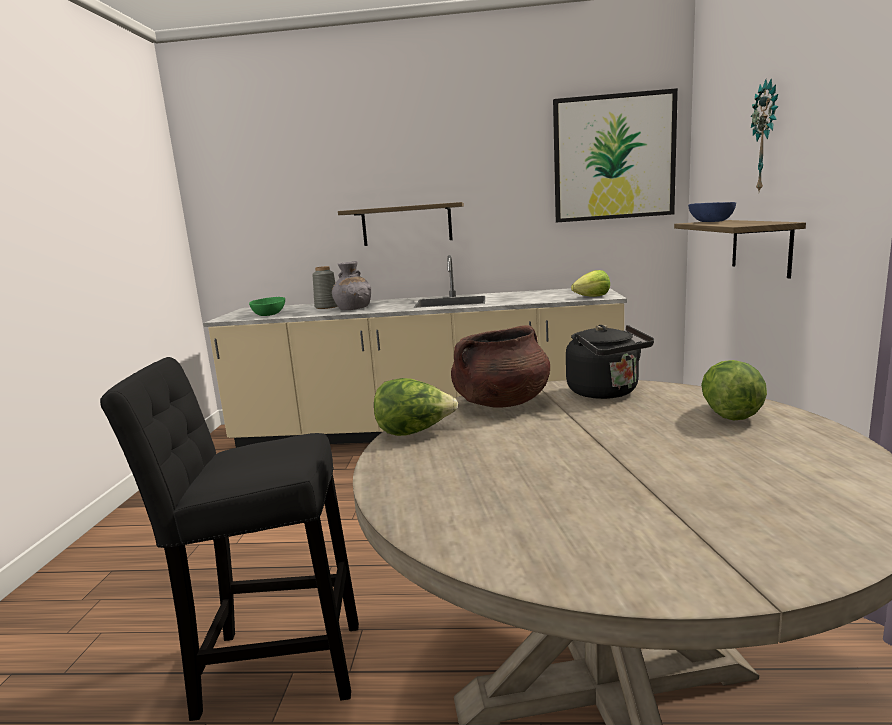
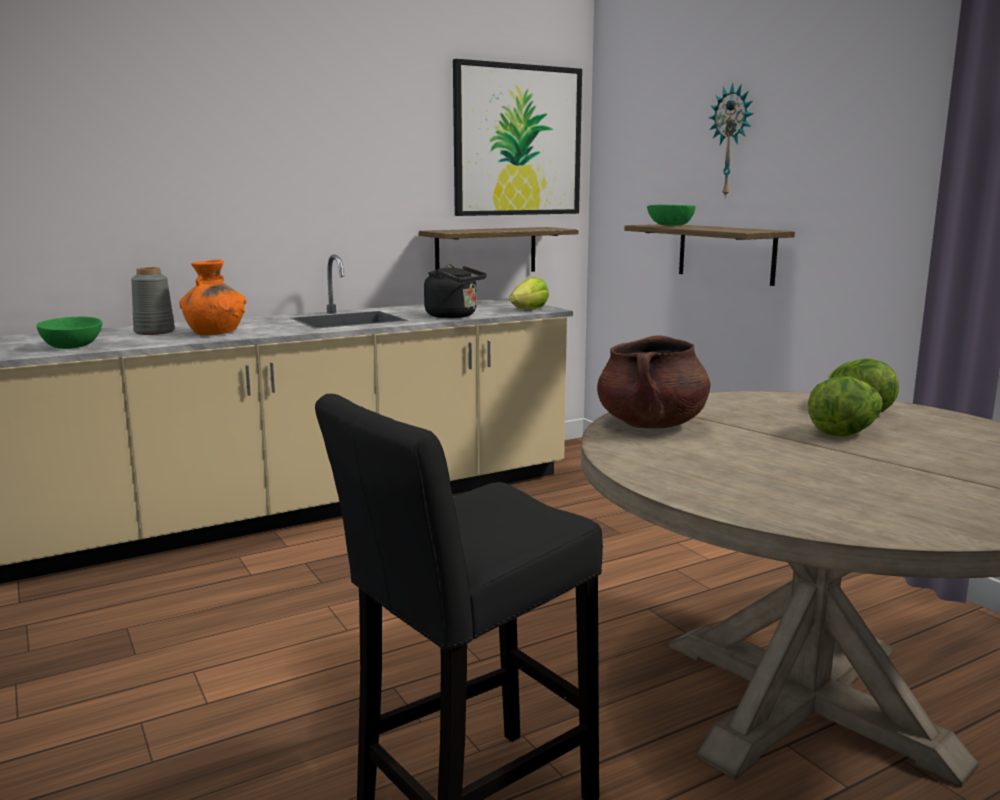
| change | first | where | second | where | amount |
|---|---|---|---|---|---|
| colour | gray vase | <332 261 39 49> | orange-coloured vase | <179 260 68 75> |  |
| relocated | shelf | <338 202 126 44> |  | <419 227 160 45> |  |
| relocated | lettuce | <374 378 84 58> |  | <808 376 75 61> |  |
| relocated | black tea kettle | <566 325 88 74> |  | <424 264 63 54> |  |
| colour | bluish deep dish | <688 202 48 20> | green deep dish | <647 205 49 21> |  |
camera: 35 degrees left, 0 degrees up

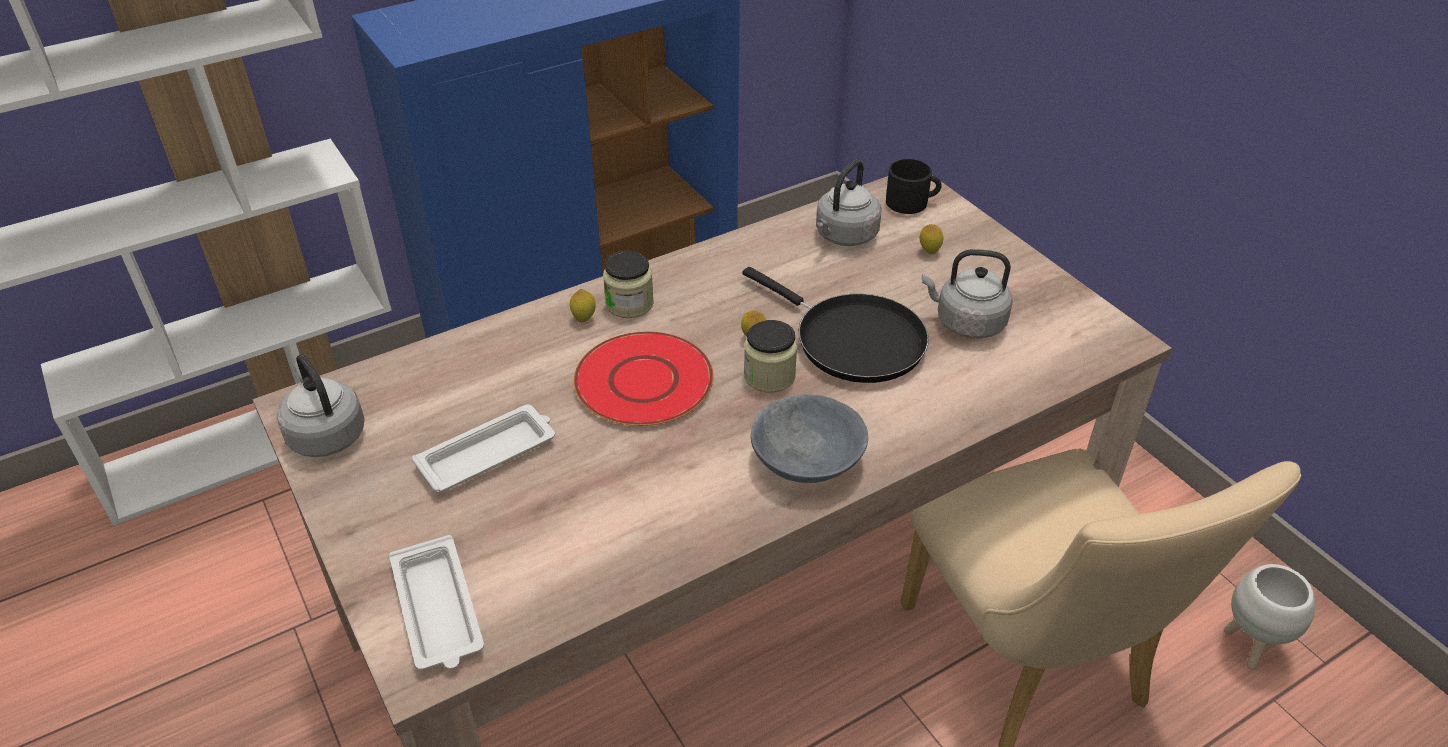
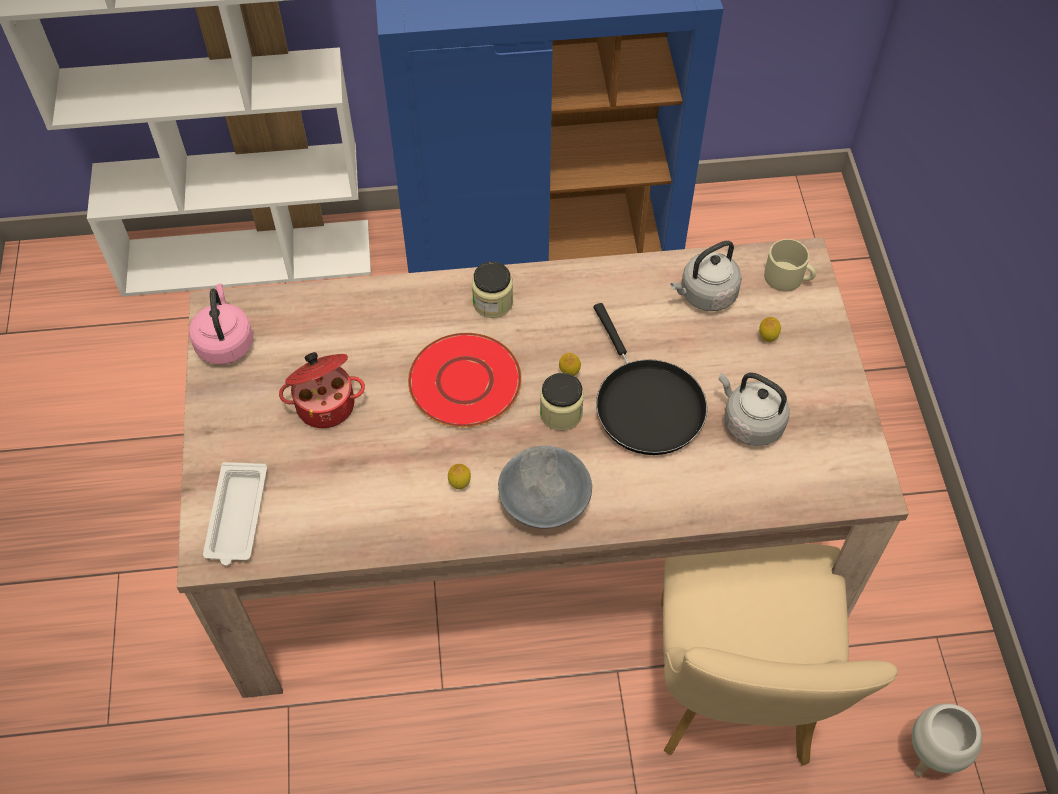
| change | first | where | second | where | amount |
|---|---|---|---|---|---|
| colour | gray tea kettle | <277 354 88 103> | pink-coloured tea kettle | <189 284 64 81> |  |
| exchanged | white tray | <412 405 143 87> | stockpot | <279 352 86 76> |  |
| relocated | whole lemon | <570 289 26 33> |  | <448 464 23 25> |  |
| colour | black mug | <886 159 56 55> | sand-coloured mug | <764 239 52 53> |  |
camera: 25 degrees right, 15 degrees up

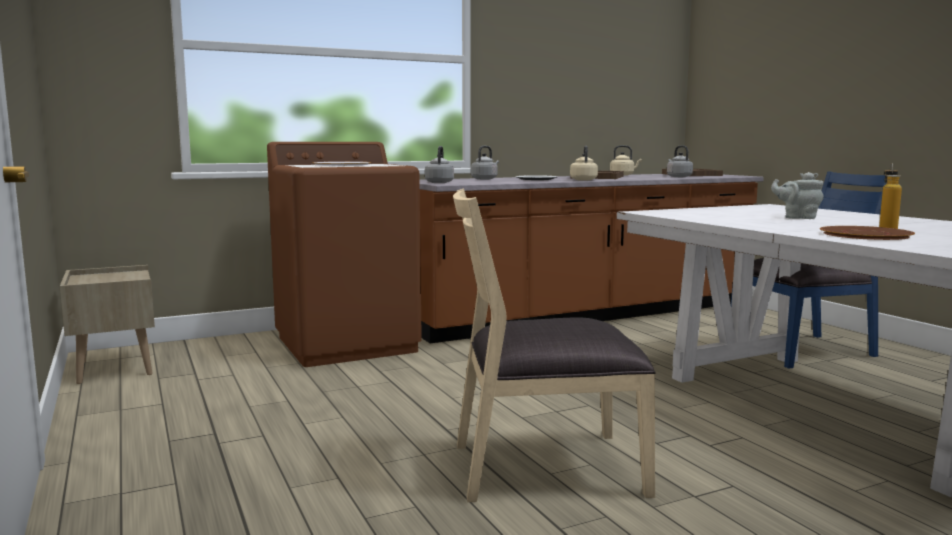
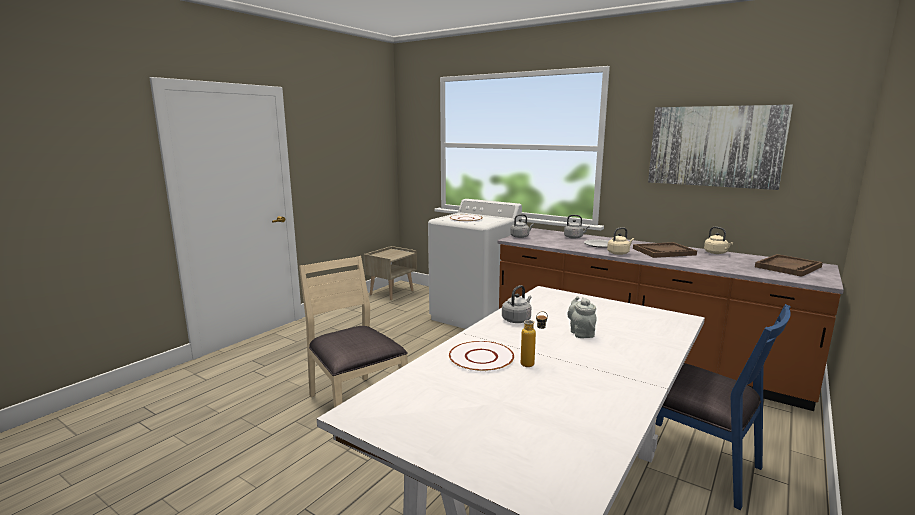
| change | first | where | second | where | amount |
|---|---|---|---|---|---|
| colour | brownish laundry appliance | <267 142 155 225> | white laundry appliance | <428 199 94 130> |  |
| relocated | gray tea kettle | <667 145 26 32> |  | <502 285 30 38> |  |
| colour | brownish plate | <820 226 95 14> | white plate | <449 341 65 31> |  |
| appeared |  |  | wall picture | <648 105 145 85> |  |
camera: 60 degrees right, 5 degrees up

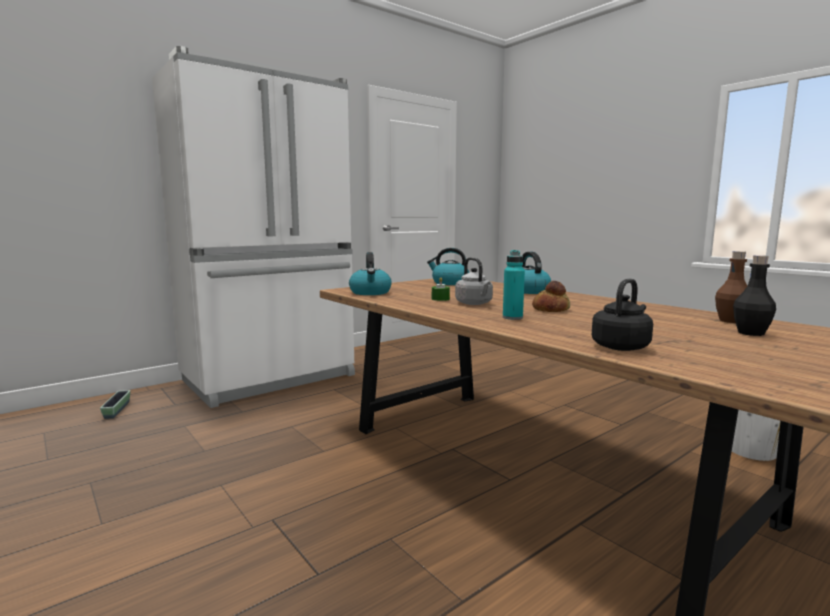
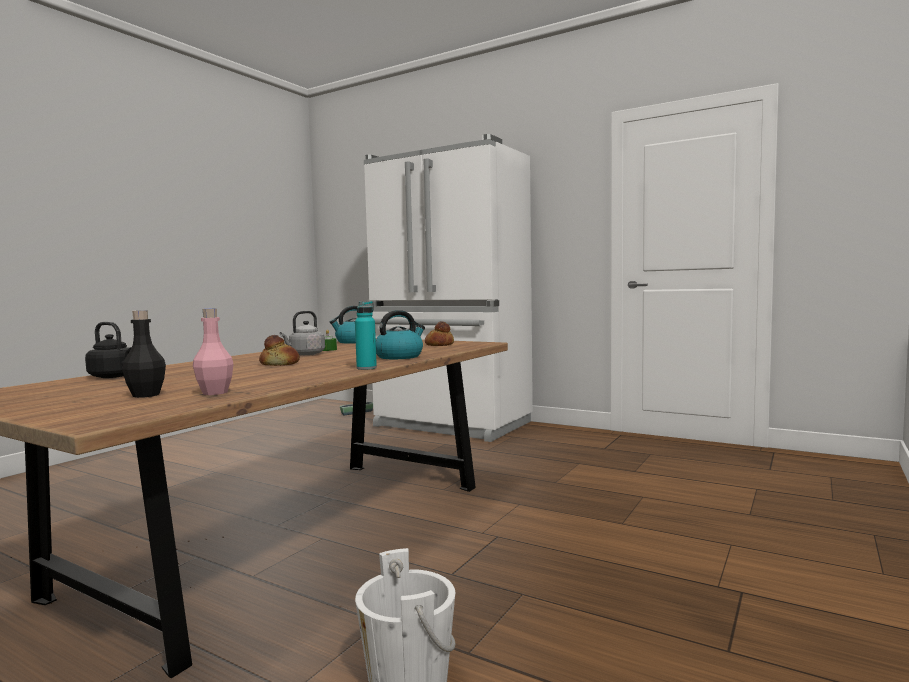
| change | first | where | second | where | amount |
|---|---|---|---|---|---|
| exchanged | tea kettle | <427 248 42 37> | baked bread | <425 322 29 24> |  |
| relocated | blue-green bottle | <503 250 22 70> |  | <355 301 22 69> |  |
| colour | brownish bottle | <715 251 32 72> | pink-coloured bottle | <193 308 40 87> |  |
camera: 70 degrees right, 5 degrees down

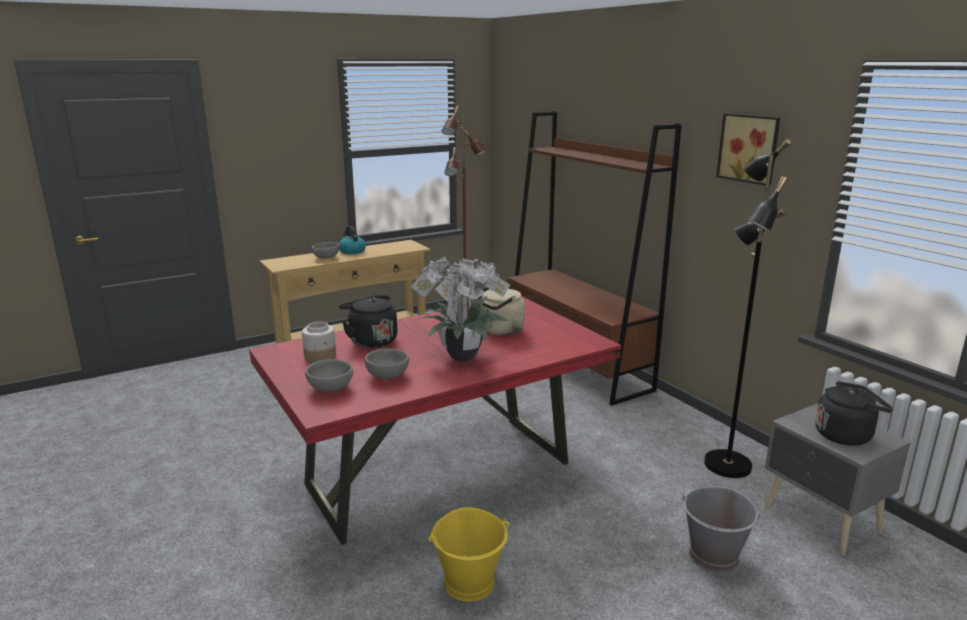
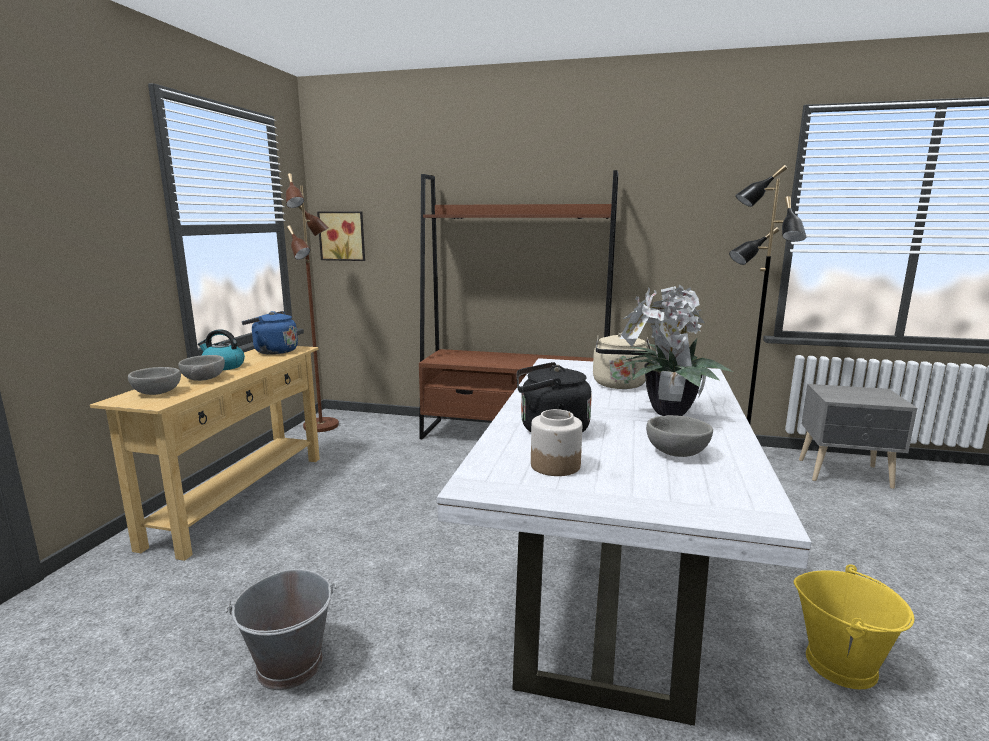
| change | first | where | second | where | amount |
|---|---|---|---|---|---|
| colour | red dinner table | <249 296 372 249> | white dinner table | <437 358 374 368> |  |
| relocated | gray deep dish | <305 359 48 33> |  | <128 367 53 28> |  |
| relocated | gray pail | <680 487 83 86> |  | <225 569 112 121> |  |
| relocated | wall picture | <716 114 64 72> |  | <317 212 48 49> |  |
| missing | black tea kettle | <815 381 78 65> |  |  |  |
| appeared |  |  | bluish tea kettle | <242 311 56 44> |  |
camera: 45 degrees left, 5 degrees down

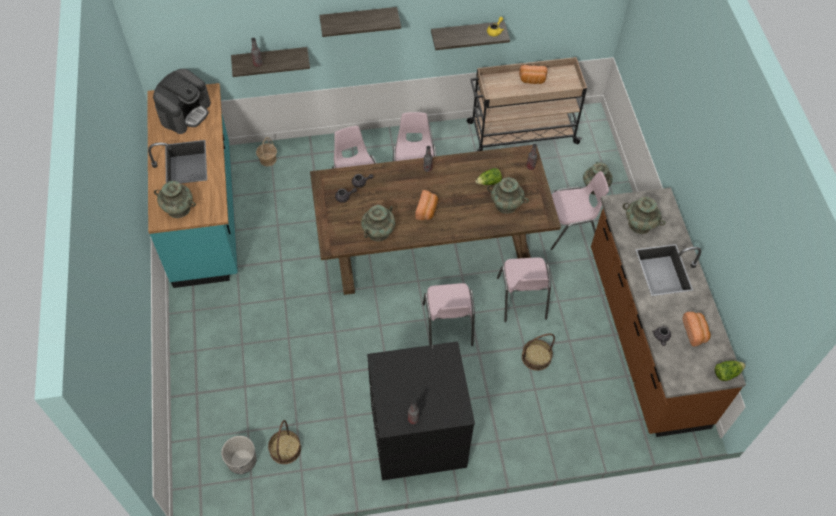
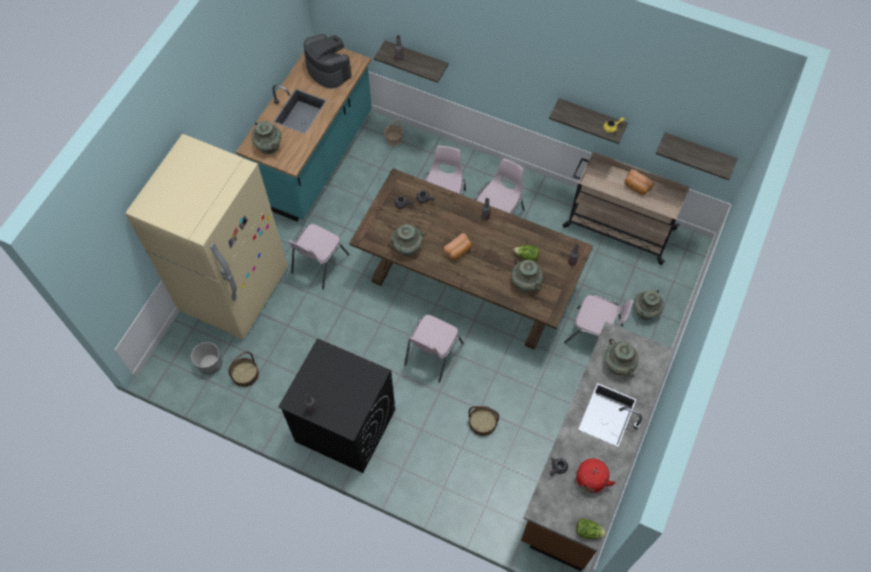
| change | first | where | second | where | amount |
|---|---|---|---|---|---|
| spun | coffee brewer | <153 69 58 65> |  | <304 34 48 54> | 105 degrees counterclockwise |
| relocated | shelf | <319 7 82 30> |  | <656 132 82 48> |  |
| relocated | pink-coloured plain chair | <497 257 54 65> |  | <289 224 61 66> |  |
| exchanged | baked bread | <683 312 28 34> | red tea kettle | <574 458 42 36> |  |
| appeared |  |  | sand-coloured refrigerator | <126 134 162 205> |  |
camera: 35 degrees right, 5 degrees up

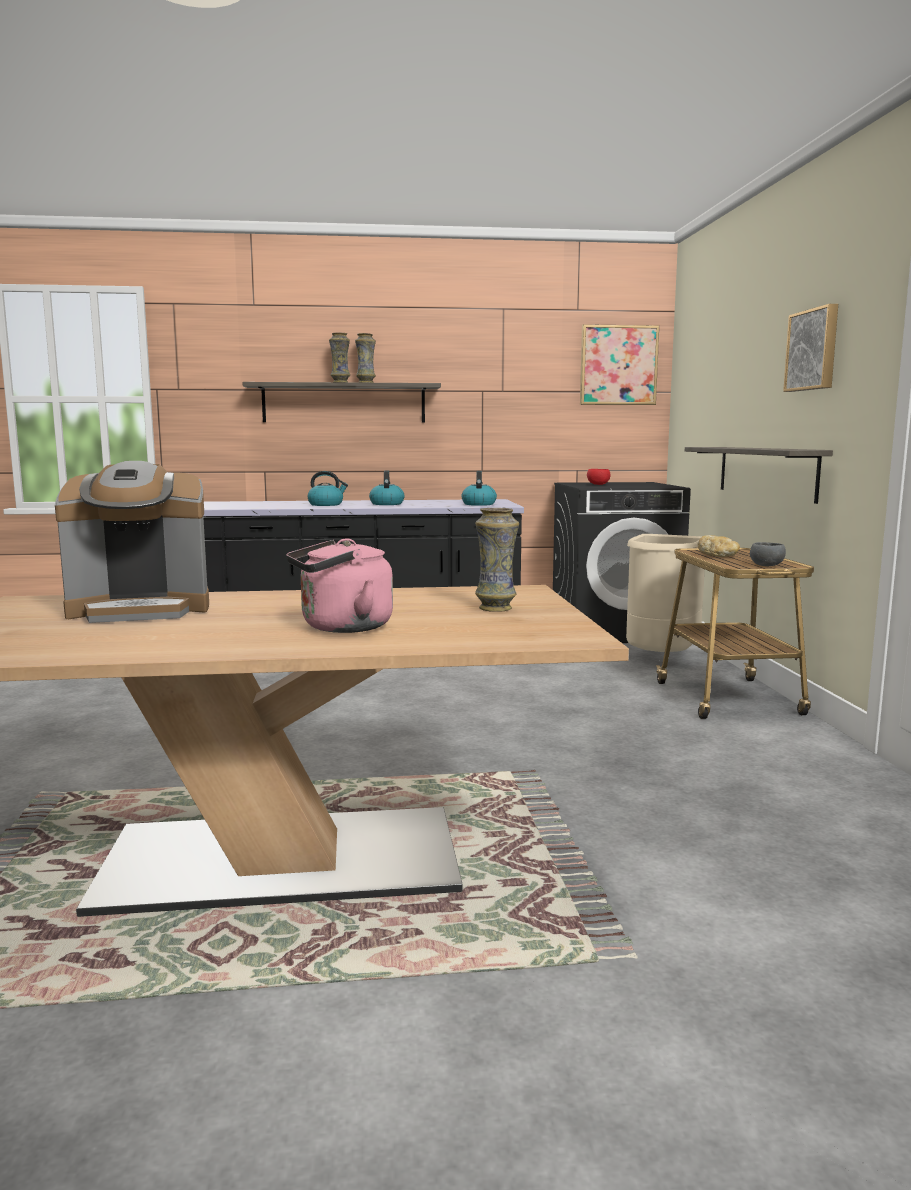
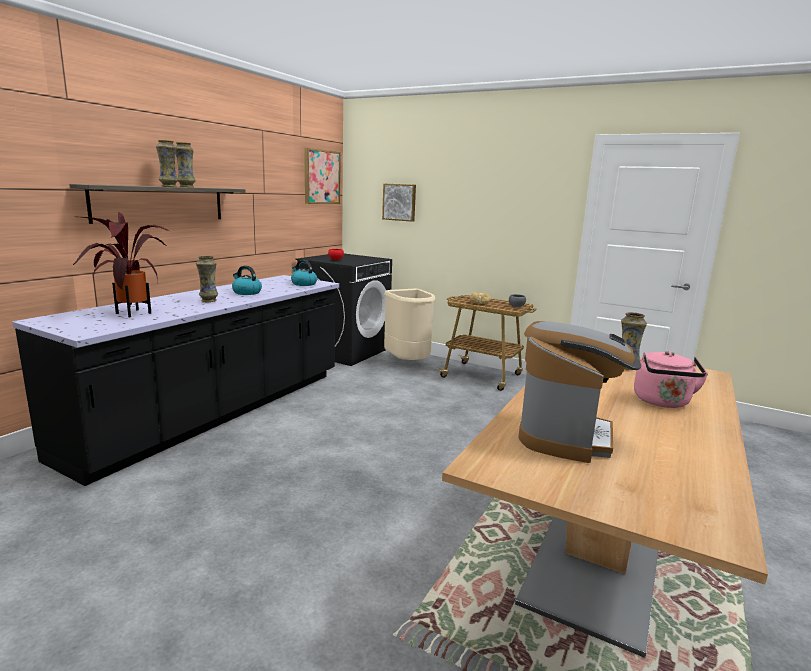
| change | first | where | second | where | amount |
|---|---|---|---|---|---|
| exchanged | tea kettle | <308 471 40 35> | vase | <196 256 22 46> |  |
| missing | shelf | <685 447 148 57> |  |  |  |
| relocated | wall picture | <783 304 55 88> |  | <382 184 34 38> |  |
| appeared |  |  | potted plant | <72 212 97 106> |  |
camera: 55 degrees left, 5 degrees up

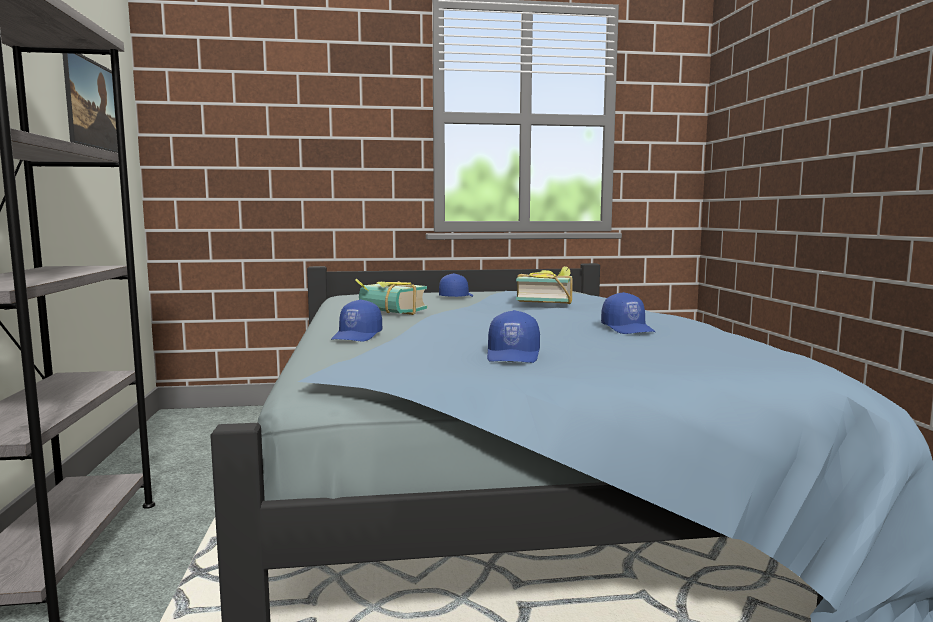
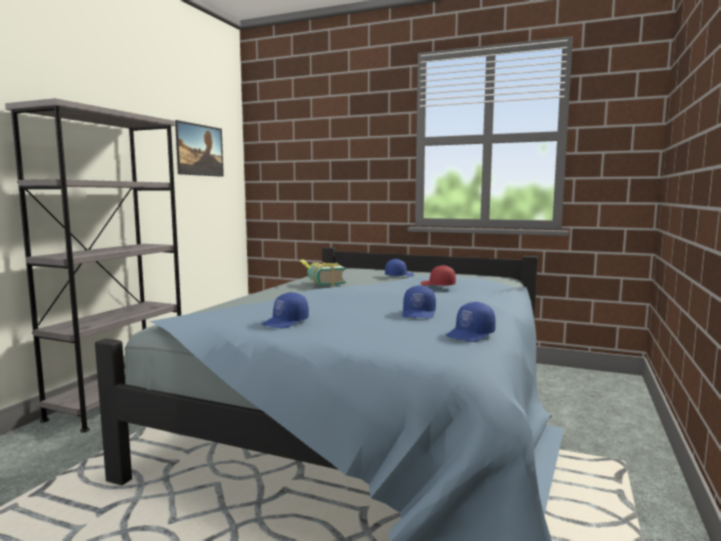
| change | first | where | second | where | amount |
|---|---|---|---|---|---|
| relocated | bluish cap | <331 299 51 43> |  | <446 302 50 40> |  |
| exchanged | volume | <516 266 57 38> | red cap | <421 265 35 21> |  |
camera: 30 degrees right, 0 degrees up

